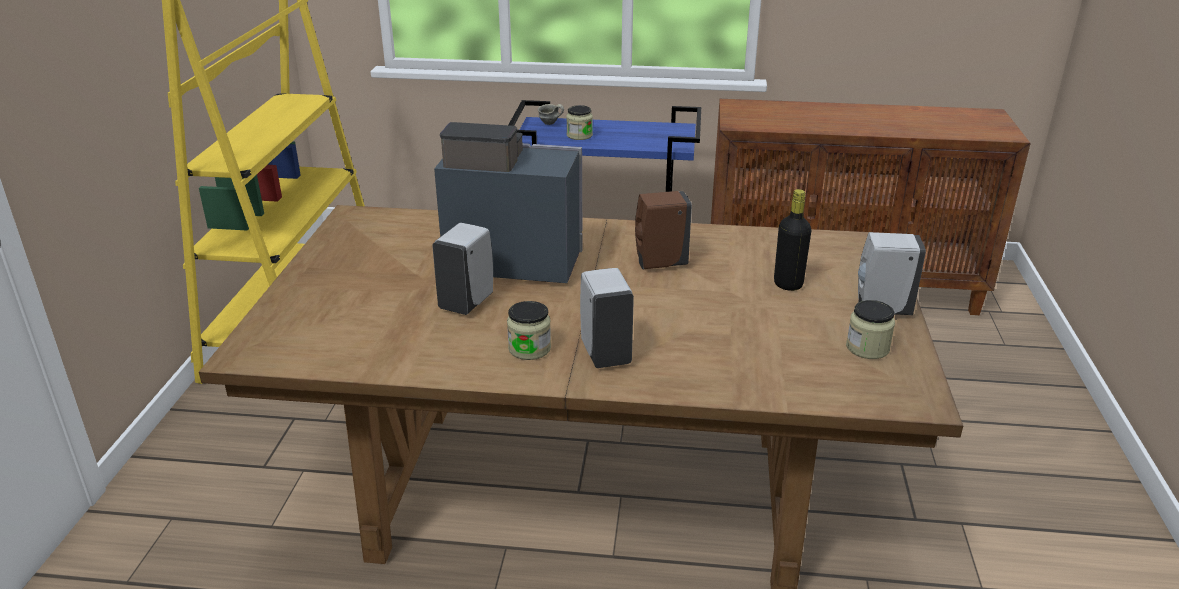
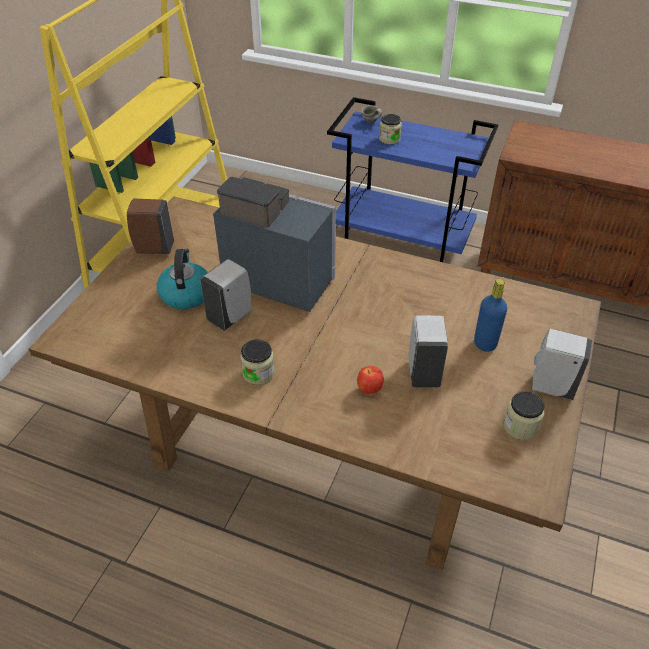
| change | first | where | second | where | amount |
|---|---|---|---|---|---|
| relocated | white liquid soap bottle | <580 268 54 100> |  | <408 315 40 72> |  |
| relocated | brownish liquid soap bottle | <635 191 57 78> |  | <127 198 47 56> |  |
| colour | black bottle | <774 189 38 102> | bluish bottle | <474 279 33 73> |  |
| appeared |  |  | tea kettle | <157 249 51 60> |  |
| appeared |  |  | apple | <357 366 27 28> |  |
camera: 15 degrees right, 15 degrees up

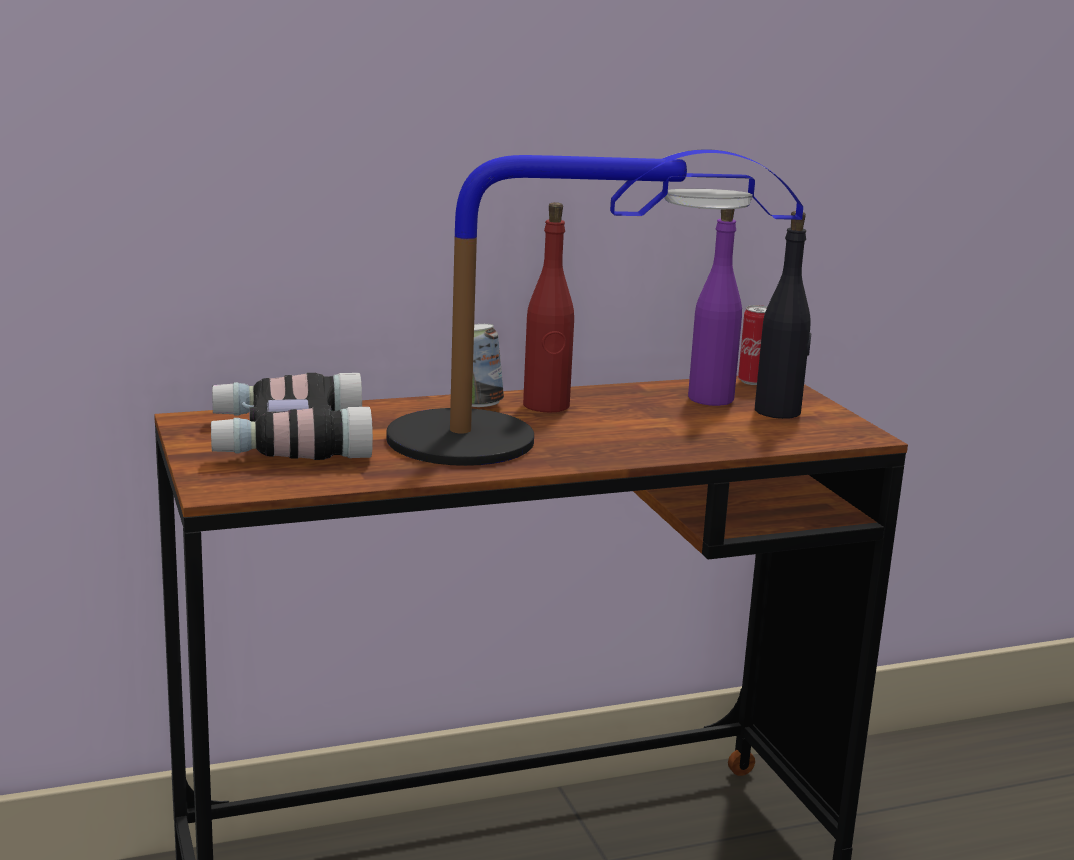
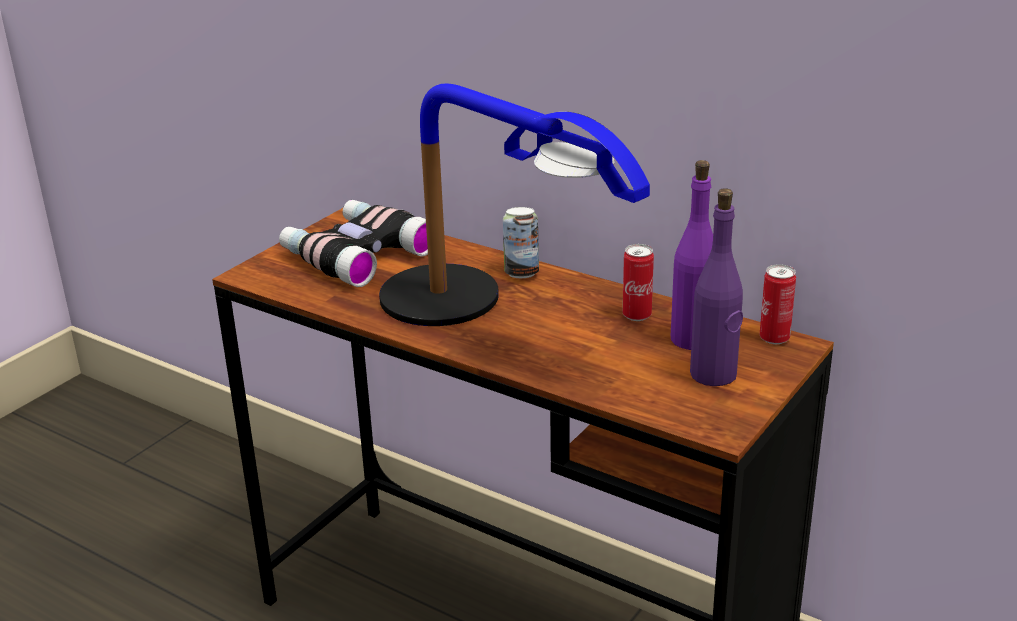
| change | first | where | second | where | amount |
|---|---|---|---|---|---|
| missing | red bottle | <523 202 51 210> |  |  |  |
| colour | black bottle | <755 211 56 208> | purple-coloured bottle | <690 188 53 198> |  |
| appeared |  |  | can | <623 244 31 77> |  |
camera: 55 degrees right, 10 degrees up

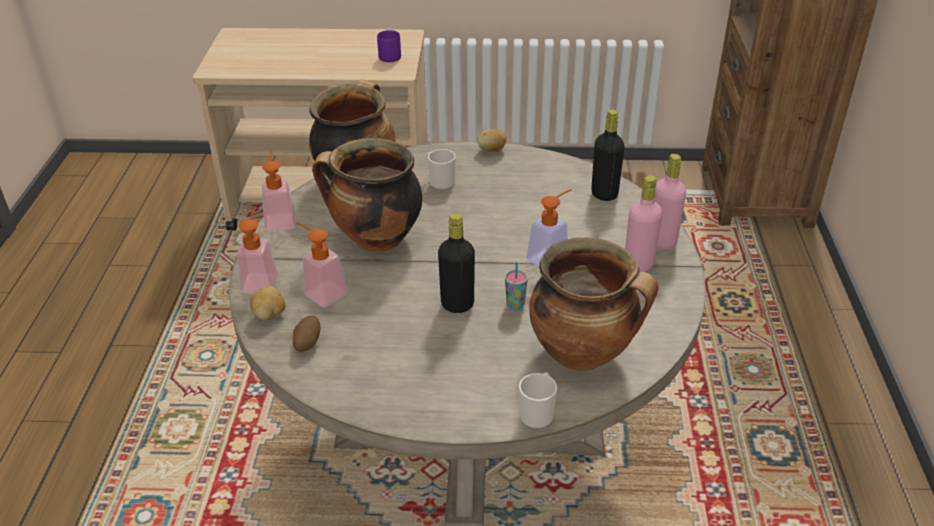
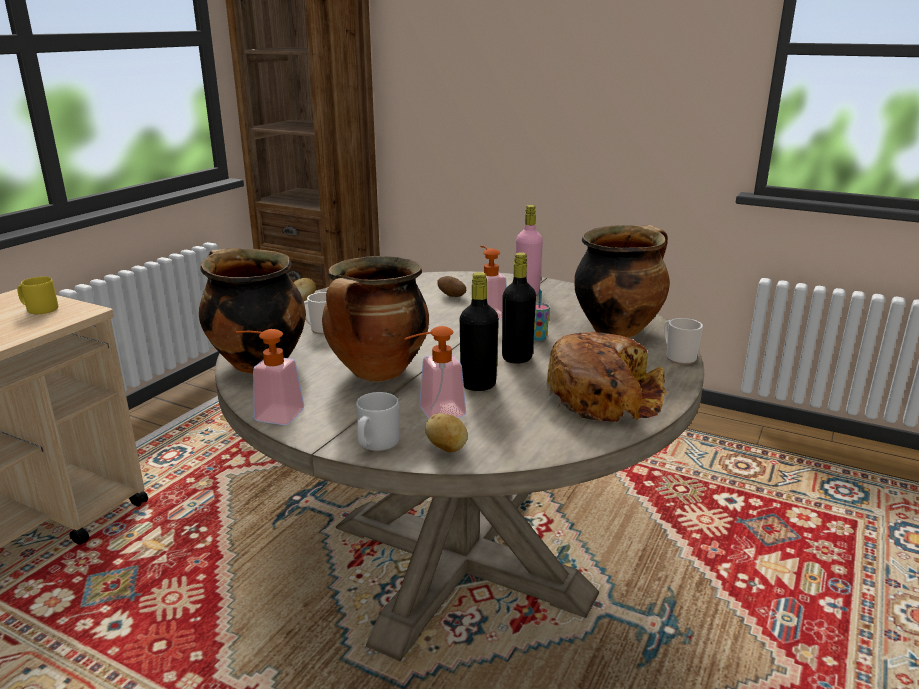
| change | first | where | second | where | amount |
|---|---|---|---|---|---|
| exchanged | liquid soap bottle | <237 207 41 86> | gray mug | <356 392 44 59> |  |
| relocated | whole potato | <293 316 28 36> |  | <437 276 29 21> |  |
| colour | purple-coloured mug | <377 30 24 32> | yellow mug | <17 277 41 37> |  |
| relocated | black bottle | <591 109 34 92> |  | <460 272 39 119> |  |
| missing | pink-coloured bottle | <654 154 32 96> |  |  |  |
| appeared |  |  | baked bread | <546 332 121 90> |  |
camera: 65 degrees left, 15 degrees down

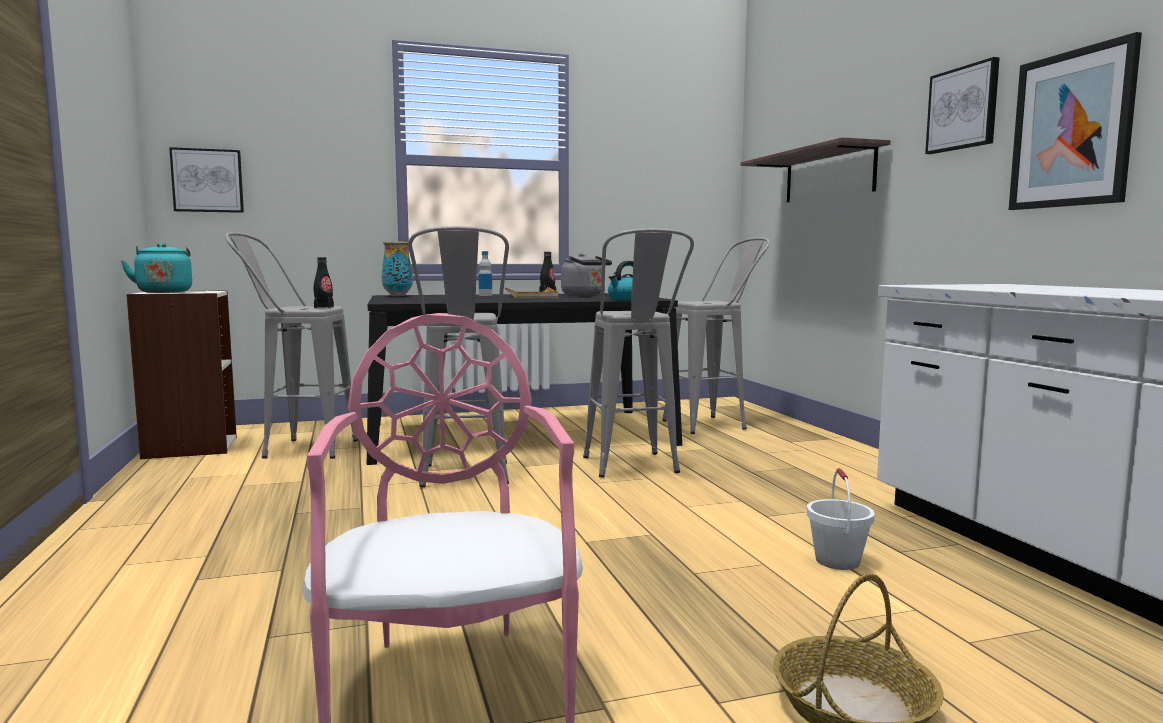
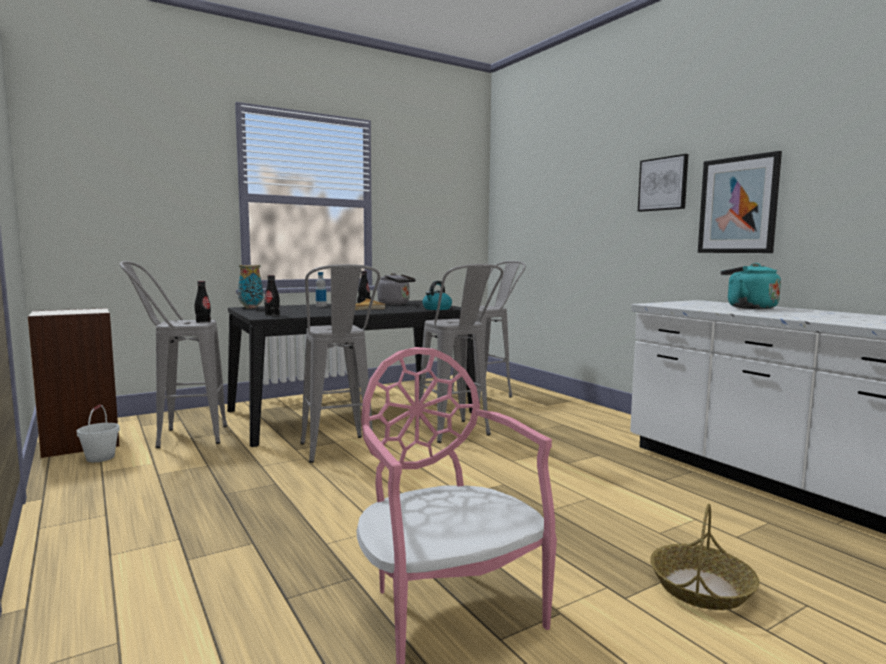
| change | first | where | second | where | amount |
|---|---|---|---|---|---|
| relocated | blue-green tea kettle | <121 243 71 50> |  | <721 263 60 46> |  |
| missing | wall picture | <169 147 75 66> |  |  |  |
| missing | shelf | <740 137 151 65> |  |  |  |
| relocated | white pail | <807 468 68 102> |  | <77 404 43 58> |  |
| appeared |  |  | black bottle | <265 275 15 41> |  |
camera: 15 degrees left, 0 degrees up

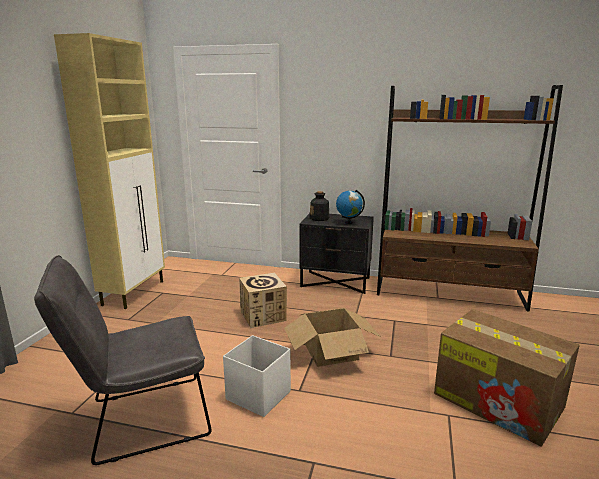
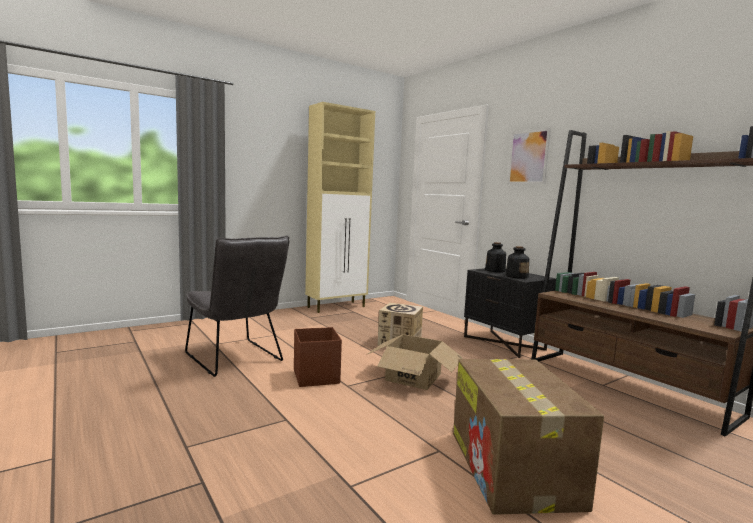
| change | first | where | second | where | amount |
|---|---|---|---|---|---|
| spun | gray plain chair | <34 255 178 210> |  | <185 235 104 142> | 150 degrees counterclockwise |
| colour | white storage box | <223 335 68 82> | brownish storage box | <294 327 48 60> |  |
| exchanged | world globe | <336 190 29 34> | bottle | <505 246 24 33> |  |
| appeared |  |  | wall picture | <508 128 43 56> |  |
camera: 40 degrees right, 10 degrees down

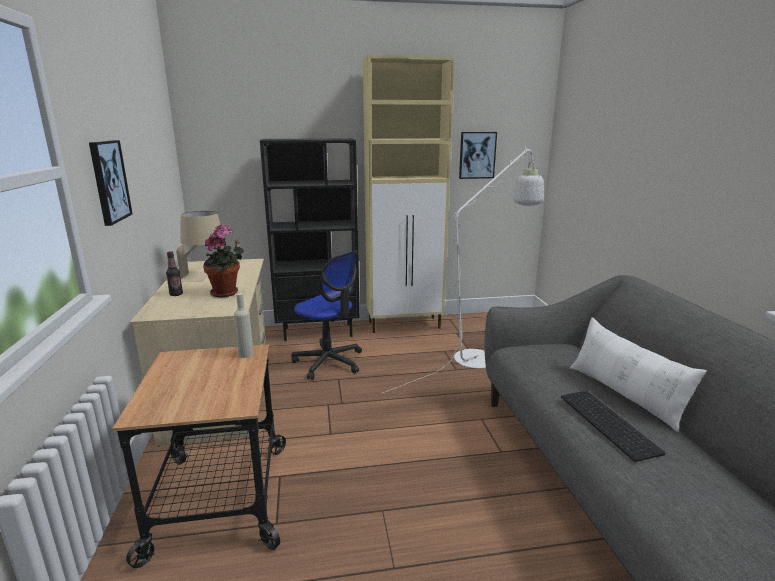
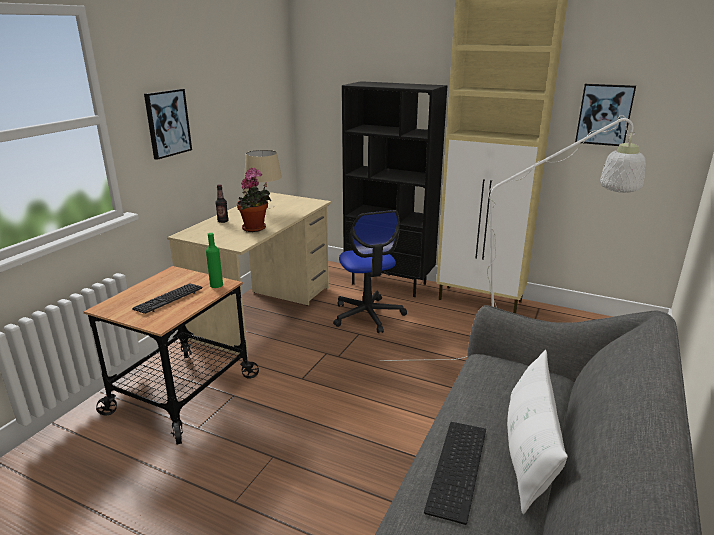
| change | first | where | second | where | amount |
|---|---|---|---|---|---|
| colour | sand-coloured bottle | <234 293 20 65> | green bottle | <206 233 17 55> |  |
| appeared |  |  | keyboard | <132 283 70 31> |  |
camera: 35 degrees right, 5 degrees up

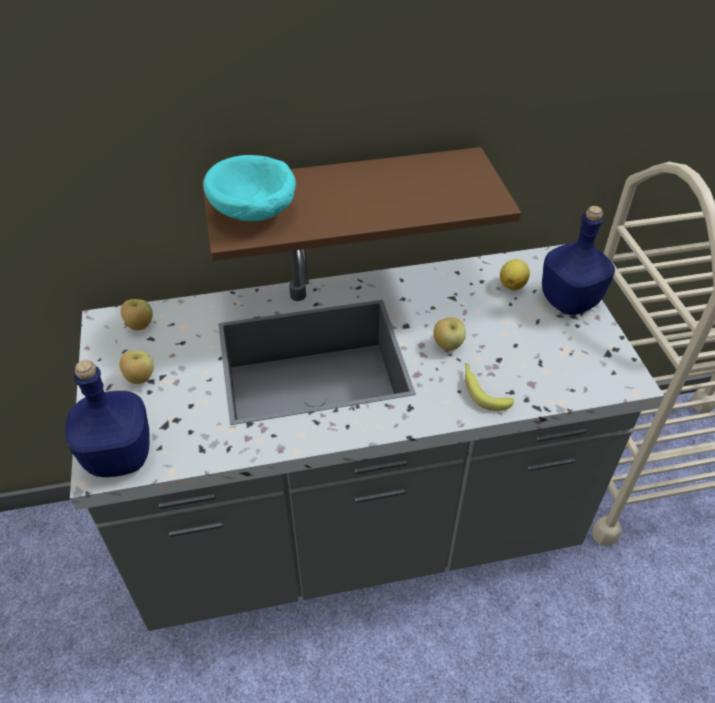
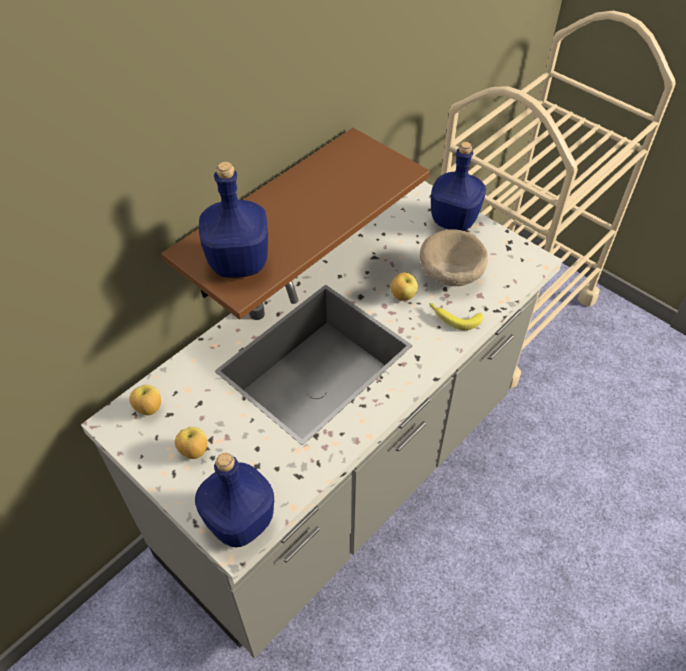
| change | first | where | second | where | amount |
|---|---|---|---|---|---|
| exchanged | blue-green deep dish | <203 155 93 66> | bluish bottle | <199 161 69 117> |  |
| missing | whole lemon | <500 259 30 31> |  |  |  |
| appeared |  |  | sand-coloured deep dish | <420 229 68 57> |  |
camera: 35 degrees left, 5 degrees up

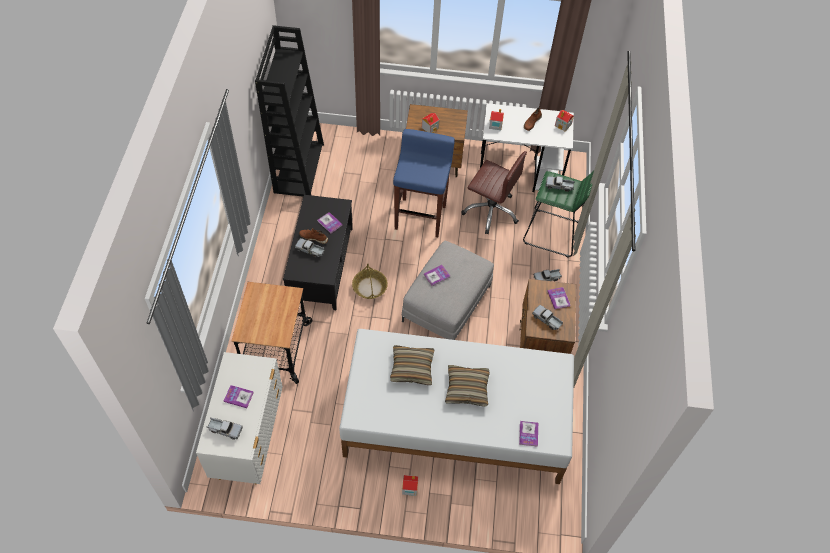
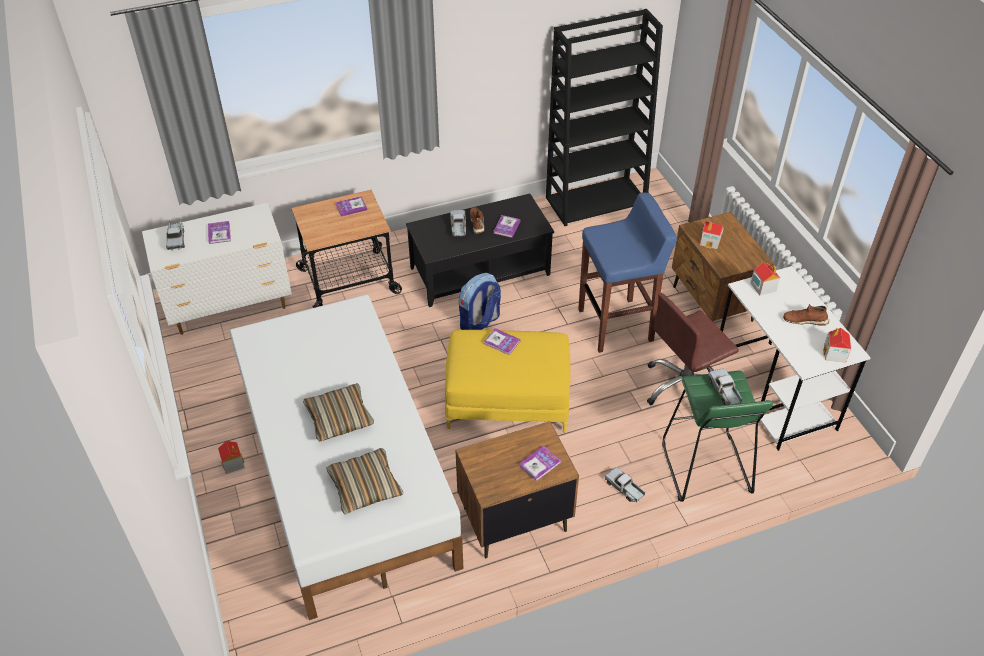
| change | first | where | second | where | amount |
|---|---|---|---|---|---|
| exchanged | household basket | <352 263 36 36> | rucksack | <459 273 42 57> |  |
| relocated | throw pillow | <390 345 45 40> |  | <326 448 78 67> |  |
| colour | gray footrest | <402 241 92 99> | yellow footrest | <445 330 126 103> |  |
| spun | brownish office chair | <461 151 66 83> |  | <647 293 92 112> | 60 degrees clockwise |
| relocated | volume | <519 421 19 26> |  | <336 196 31 21> |  |
| missing | toy truck | <532 305 31 25> |  |  |  |
camera: 65 degrees right, 10 degrees down

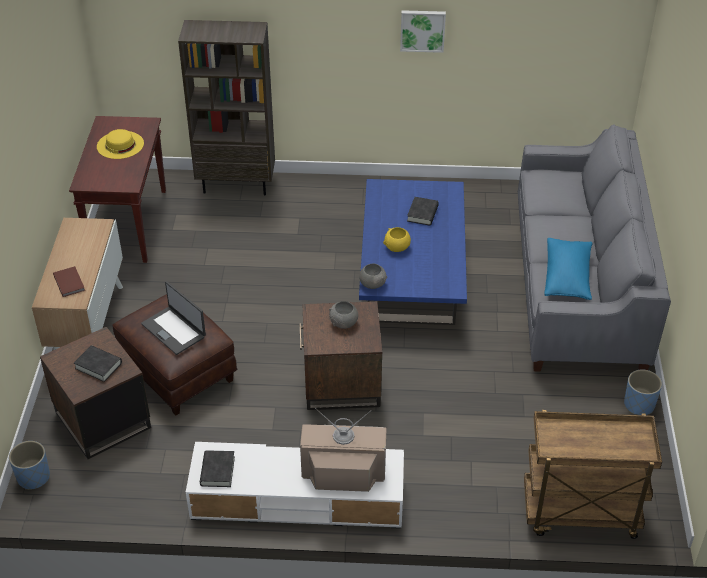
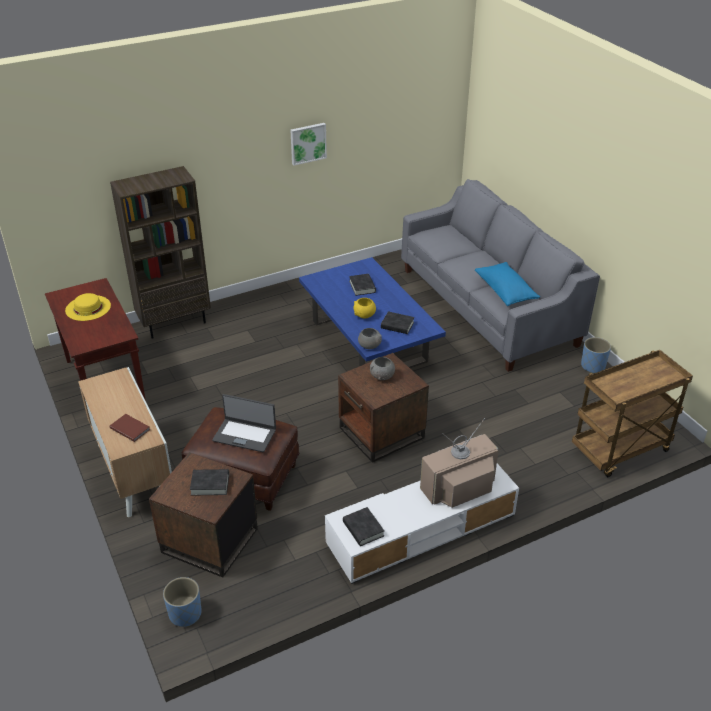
| change | first | where | second | where | amount |
|---|---|---|---|---|---|
| appeared |  |  | black volume | <381 311 33 23> |  |
camera: 30 degrees left, 5 degrees down

